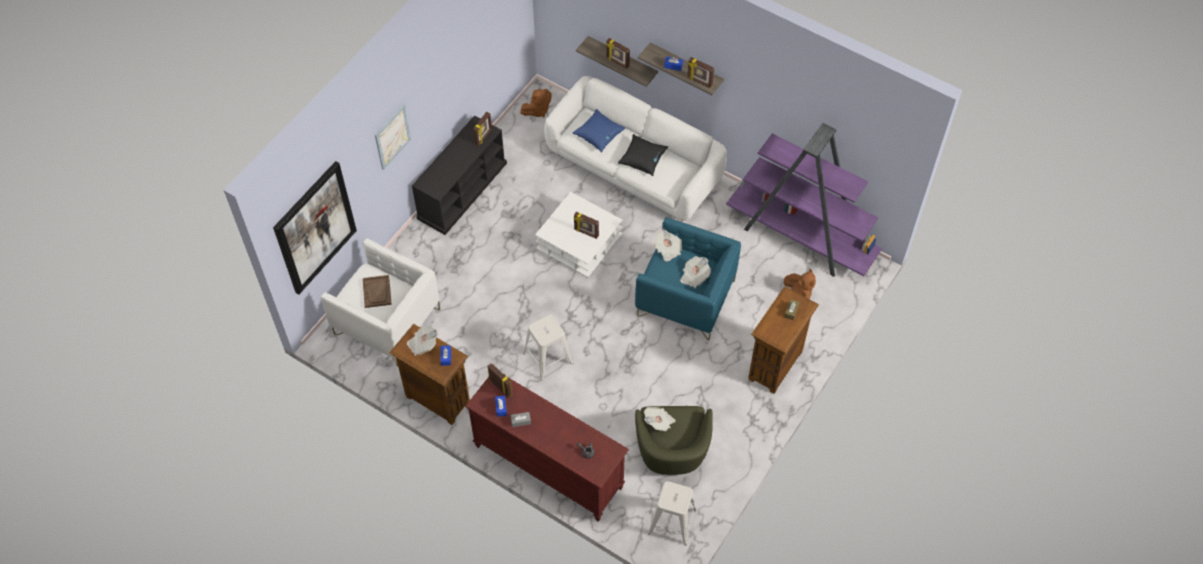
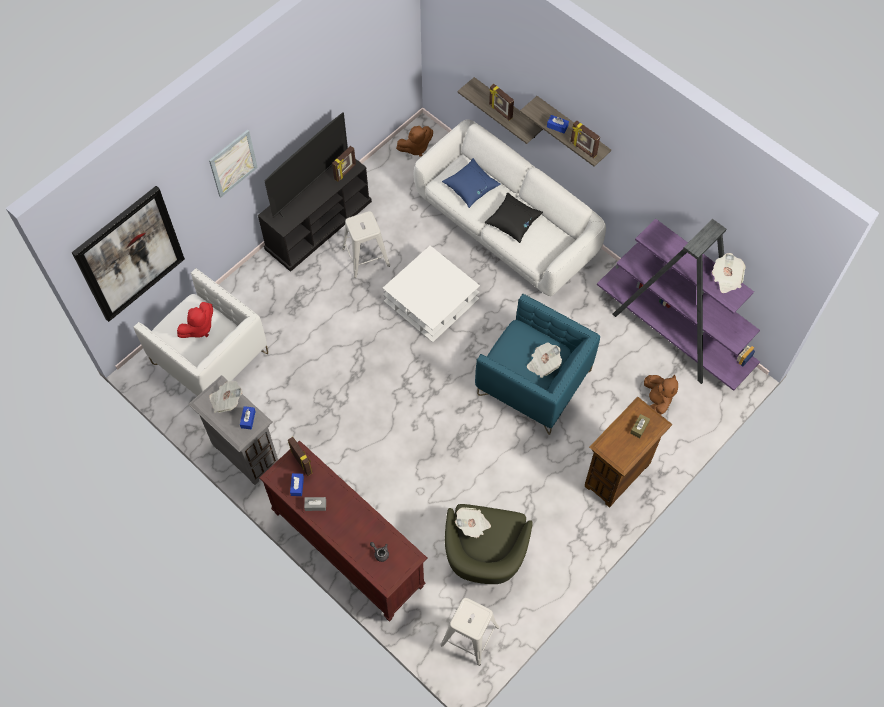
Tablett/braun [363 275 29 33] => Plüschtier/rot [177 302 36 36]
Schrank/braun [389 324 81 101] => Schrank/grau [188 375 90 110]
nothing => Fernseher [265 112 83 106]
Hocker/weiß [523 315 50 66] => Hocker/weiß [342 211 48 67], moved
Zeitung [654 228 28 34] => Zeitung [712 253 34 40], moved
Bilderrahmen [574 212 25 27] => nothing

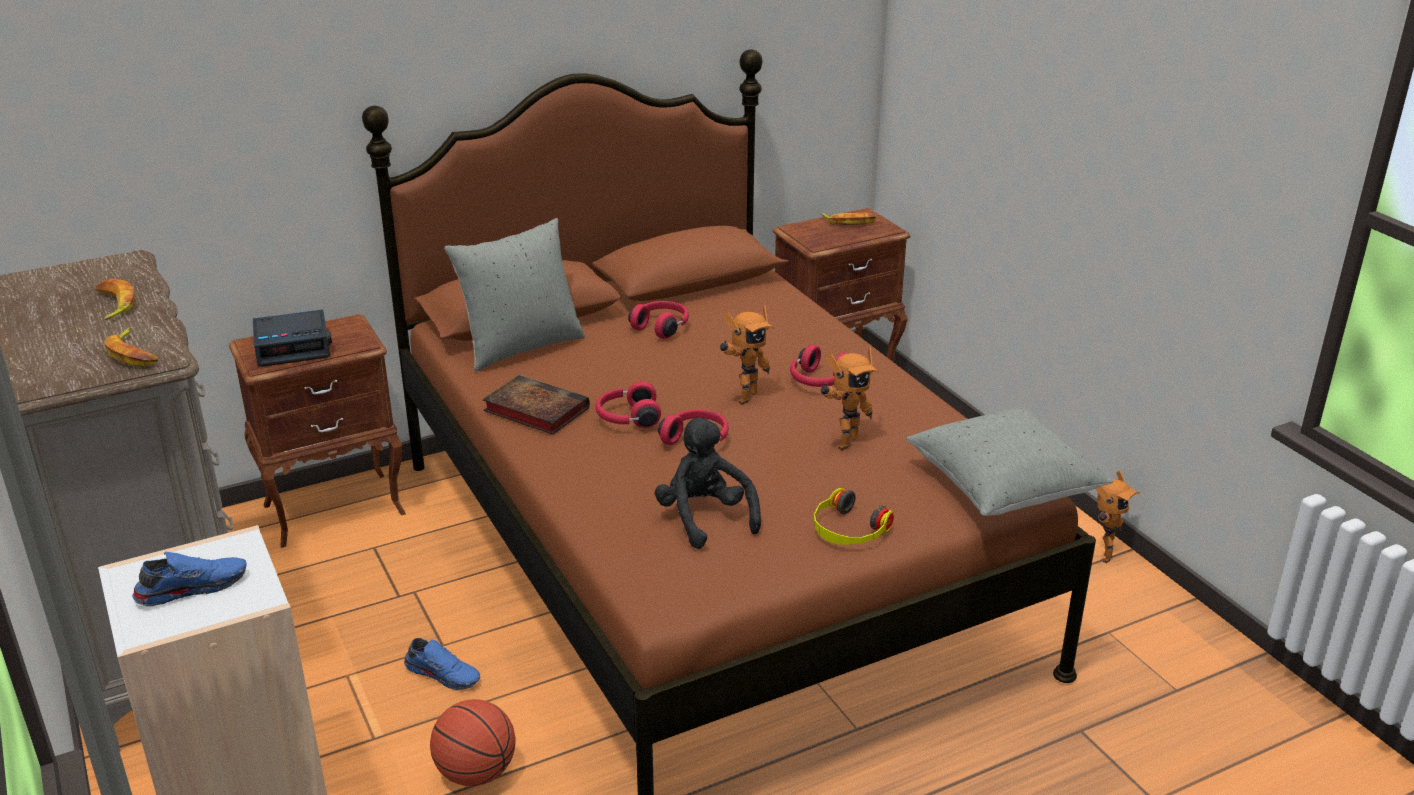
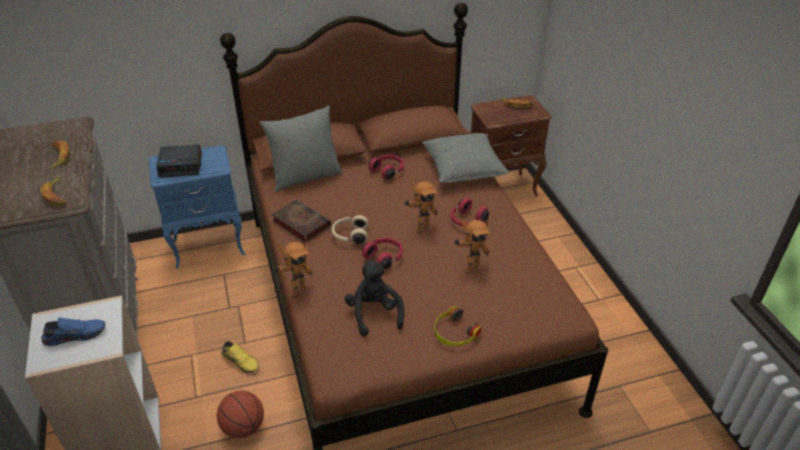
Nachttisch/braun [229 314 177 234] => Nachttisch/blau [149 146 96 123]
Schuh/blau [404 638 76 52] => Schuh/gelb [221 341 38 32]
Spielzeugroboter [1095 471 44 92] => Spielzeugroboter [274 236 39 62], moved
Kopfhörer/rot [596 381 65 47] => Kopfhörer/beige [332 215 37 29]
Kissen/grau [906 408 207 108] => Kissen/grau [422 133 87 50], moved

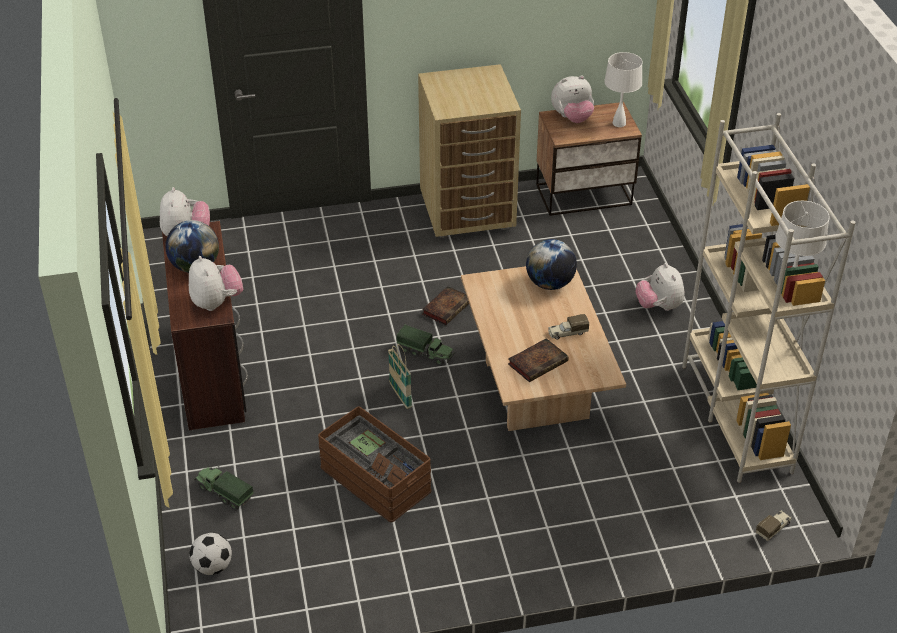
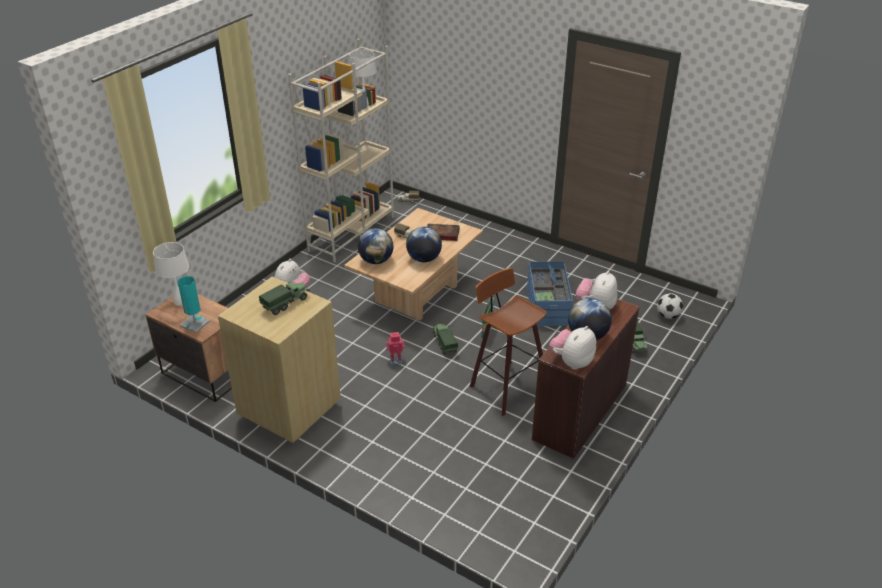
Plüschtier [551 75 43 48] => Tischlampe/türkis [178 276 32 57]
nothing => Spielzeuglaster [259 282 51 33]
Buch [422 286 47 39] => Spielzeugroboter [386 332 19 33]
nothing => Globus [406 227 36 35]
nothing => Hocker [470 268 77 148]
Aufbewahrungsbox/braun [318 406 114 116] => Aufbewahrungsbox/blau [527 261 46 65]

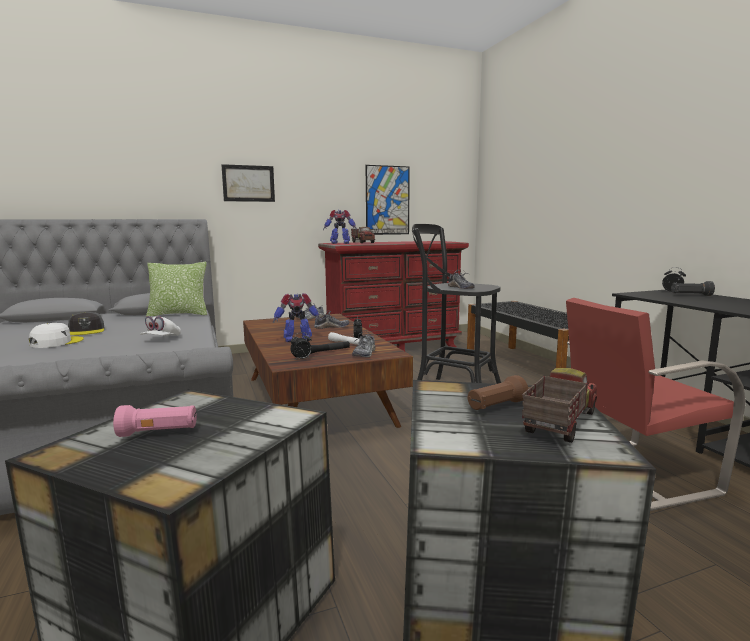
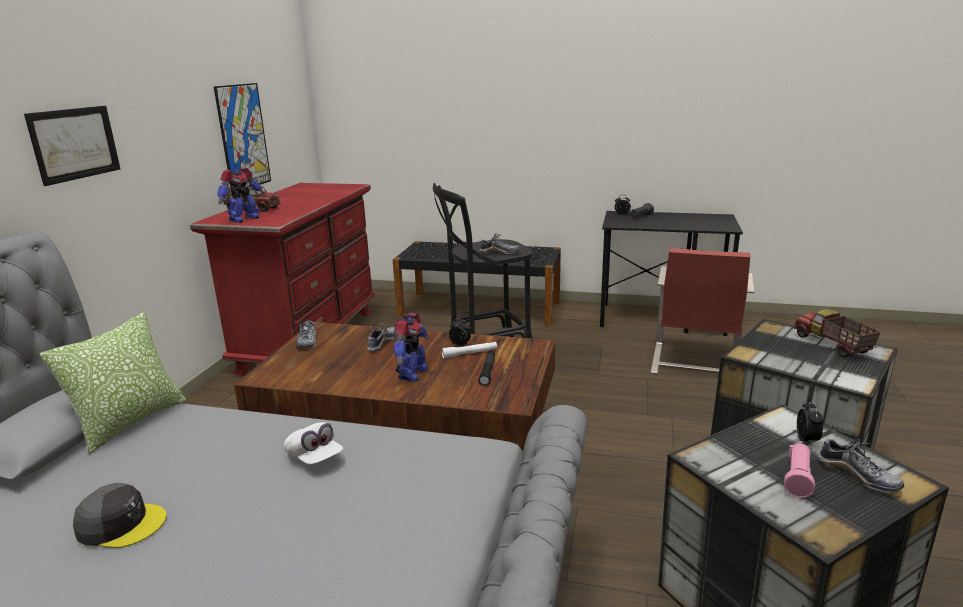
Wecker [290 332 22 29] => Wecker [797 400 26 47], moved
Schuh [352 332 23 25] => Schuh [818 436 86 57], moved
Kappe/weiß [29 323 55 25] => nothing
Taschenlampe/braun [467 375 61 35] => nothing

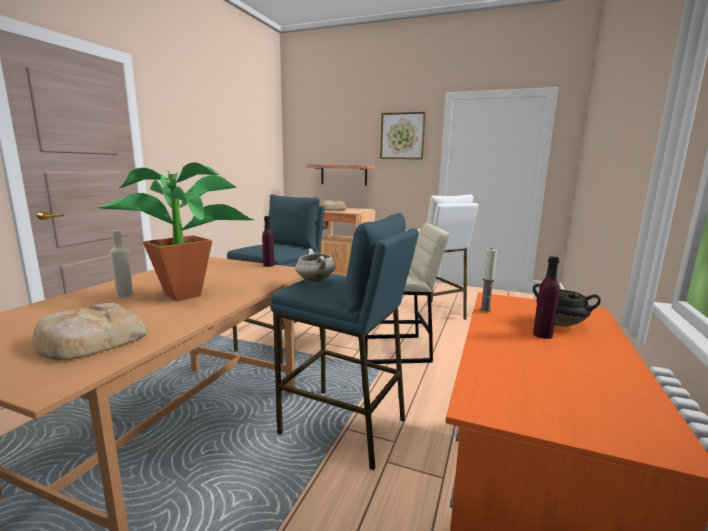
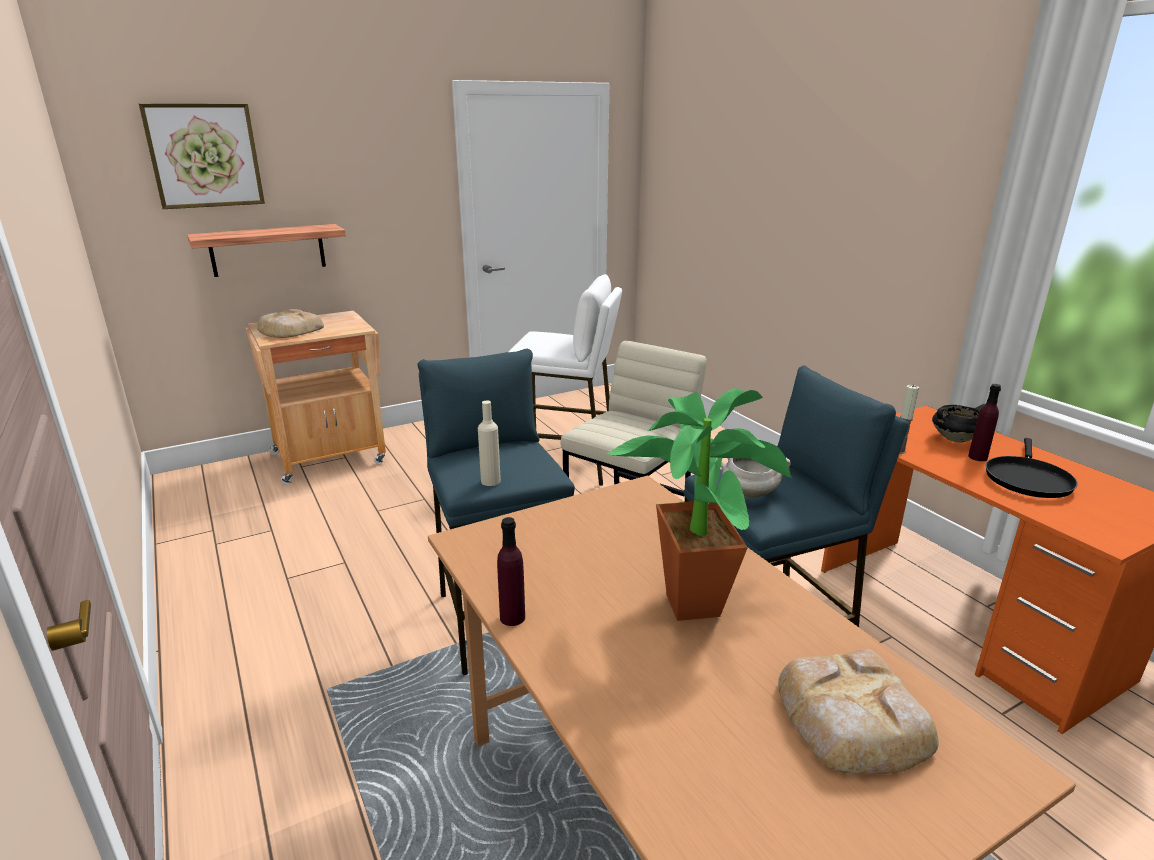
Bild [380 112 46 47] => Bild [139 103 126 106], moved
Flasche/beige [110 230 23 67] => Flasche/beige [478 400 23 86], moved
Flasche/lila [262 216 12 51] => Flasche/lila [497 517 28 109], moved
nothing => Pfanne/schwarz [986 438 92 60]

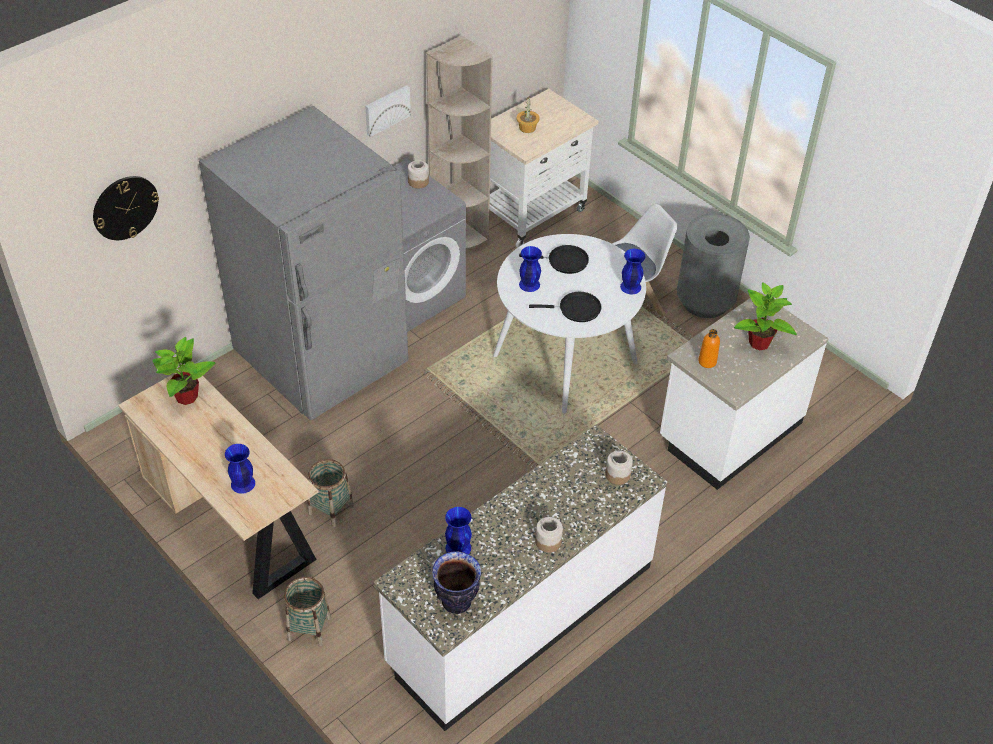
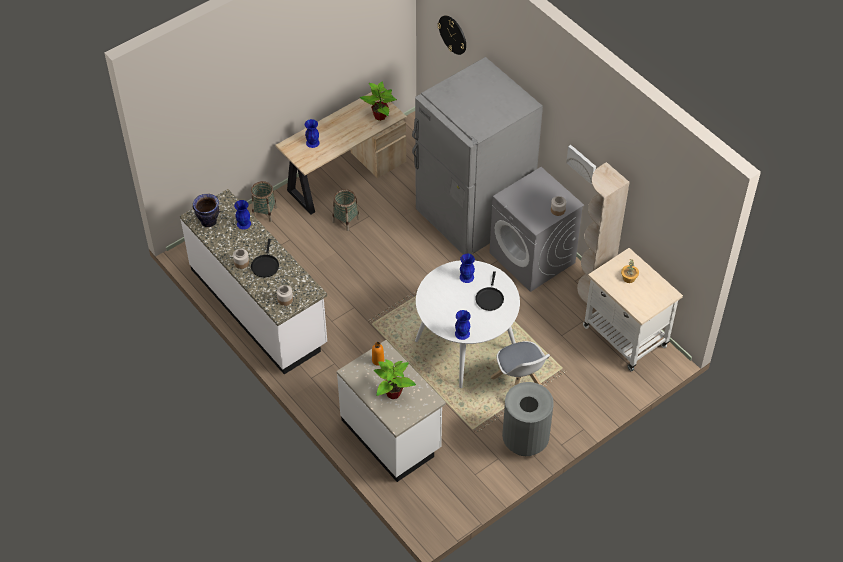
Pfanne/schwarz [529 292 72 30] => Pfanne/schwarz [251 239 28 39], moved

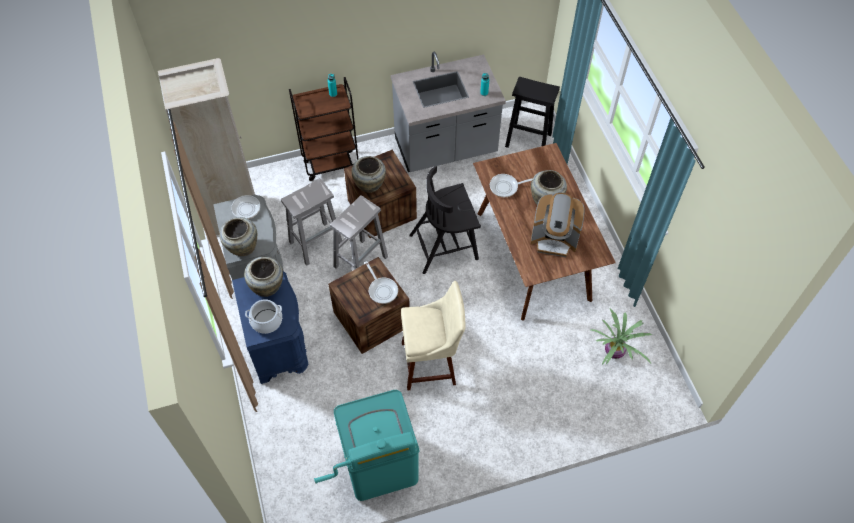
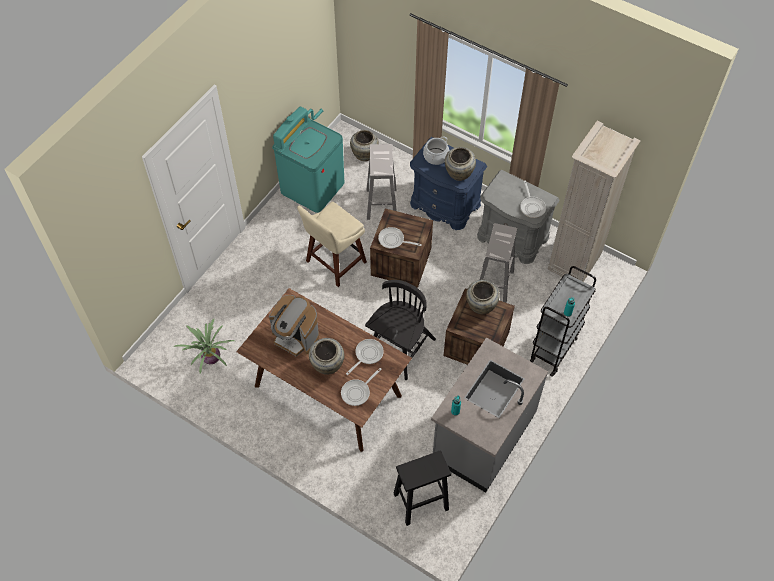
Kaffeemaschine [530 193 55 64] => Kaffeemaschine [269 295 50 62], 120 degrees counterclockwise
nothing => Pfanne [341 368 41 38]
Vase/beige [220 217 37 39] => Vase/beige [350 130 28 31], moved
Hocker/weiß [330 195 58 75] => Hocker/weiß [367 144 30 76], moved
Rollwagen/braun [289 77 69 104] => Rollwagen/grau [530 266 66 111]

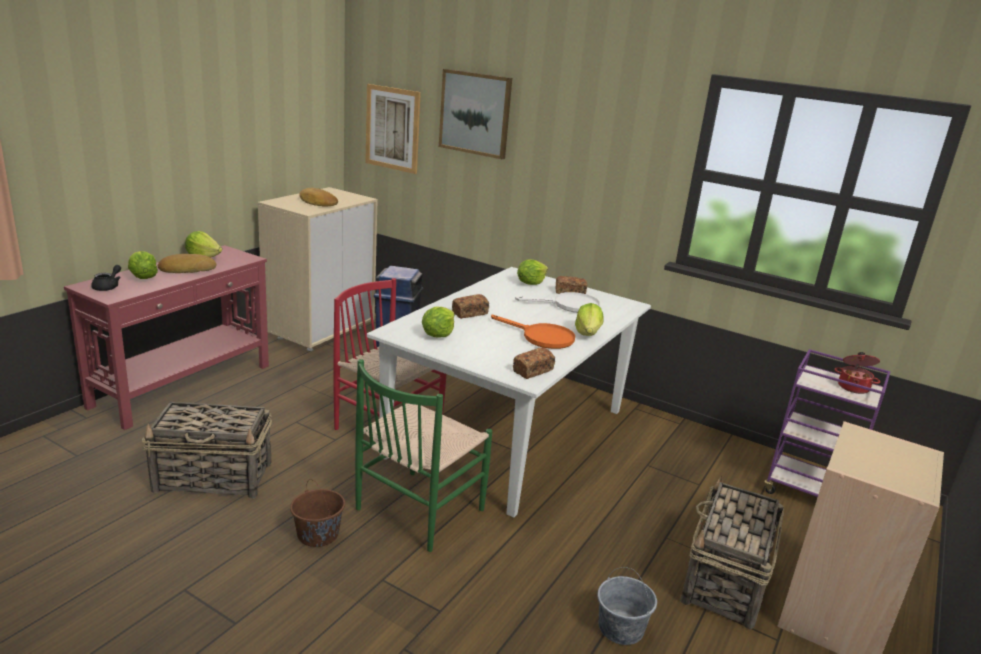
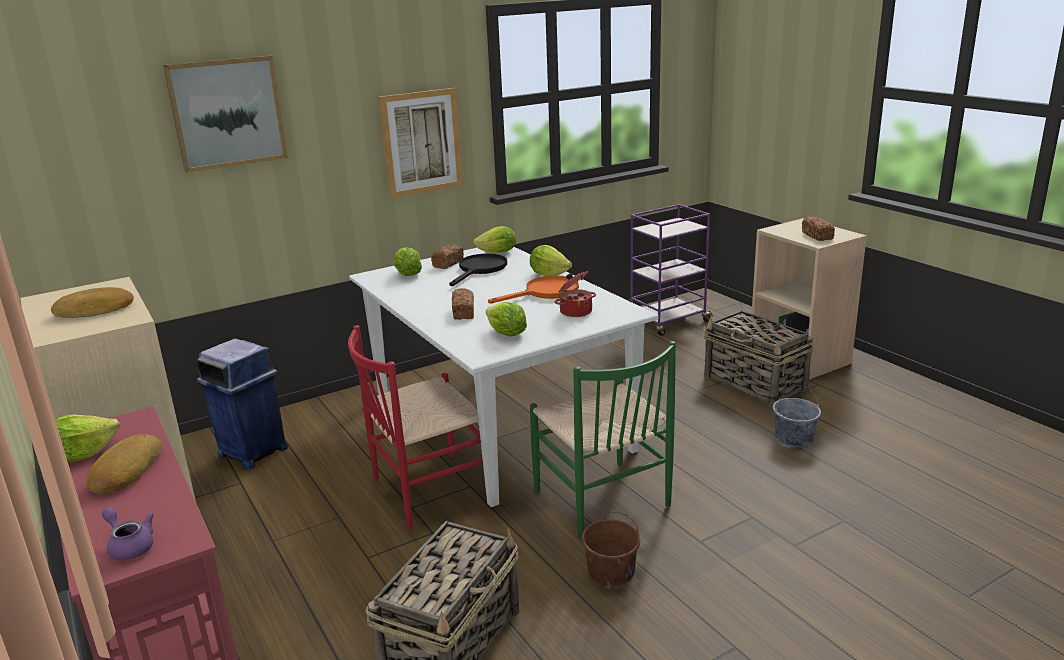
Teekanne/schwarz [91 265 30 26] => Teekanne/lila [102 507 52 54]
Bild [366 84 55 90] => Bild [379 88 84 110], moved
Pfanne/weiß [515 292 85 21] => Pfanne/schwarz [449 254 58 32]
Salatkopf [128 251 30 28] => Salatkopf [473 226 43 27], moved
Kochtopf [834 352 46 42] => Kochtopf [555 271 41 46], moved
Brot [513 347 42 32] => Brot [802 216 33 25], moved

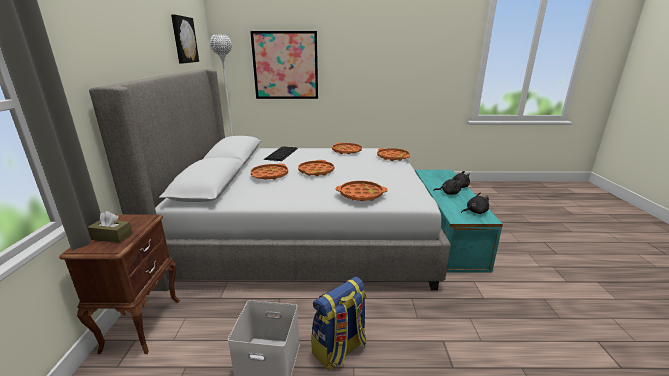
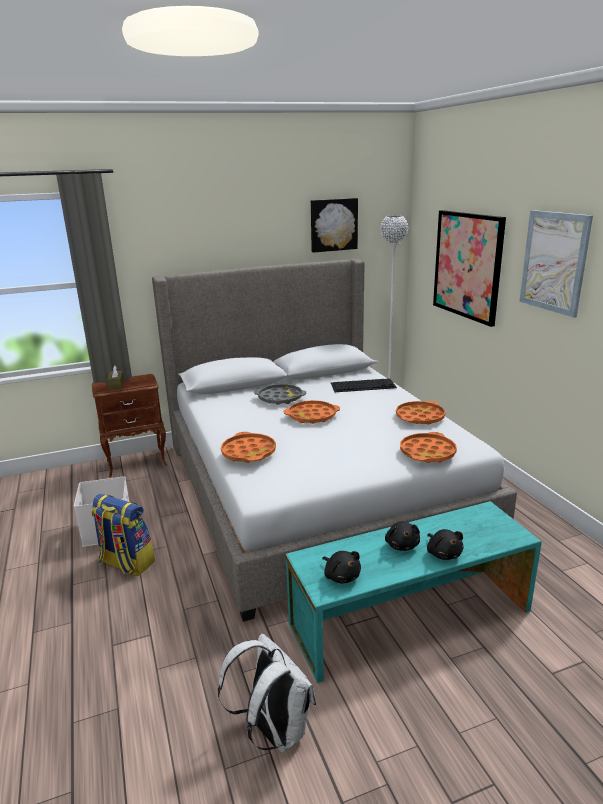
nothing => Rucksack/weiß [218 633 98 119]
Tablett/orange [251 164 37 16] => Tablett/grau [254 384 52 21]
nothing => Bild [519 210 74 108]

